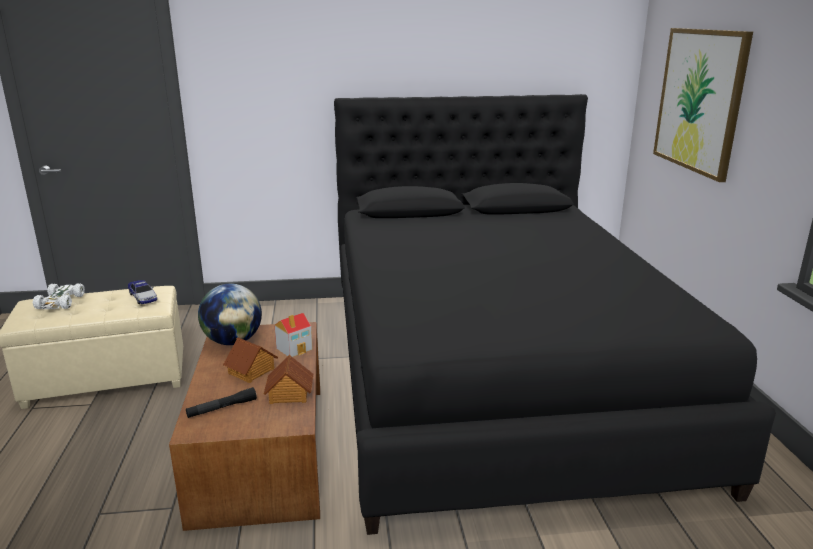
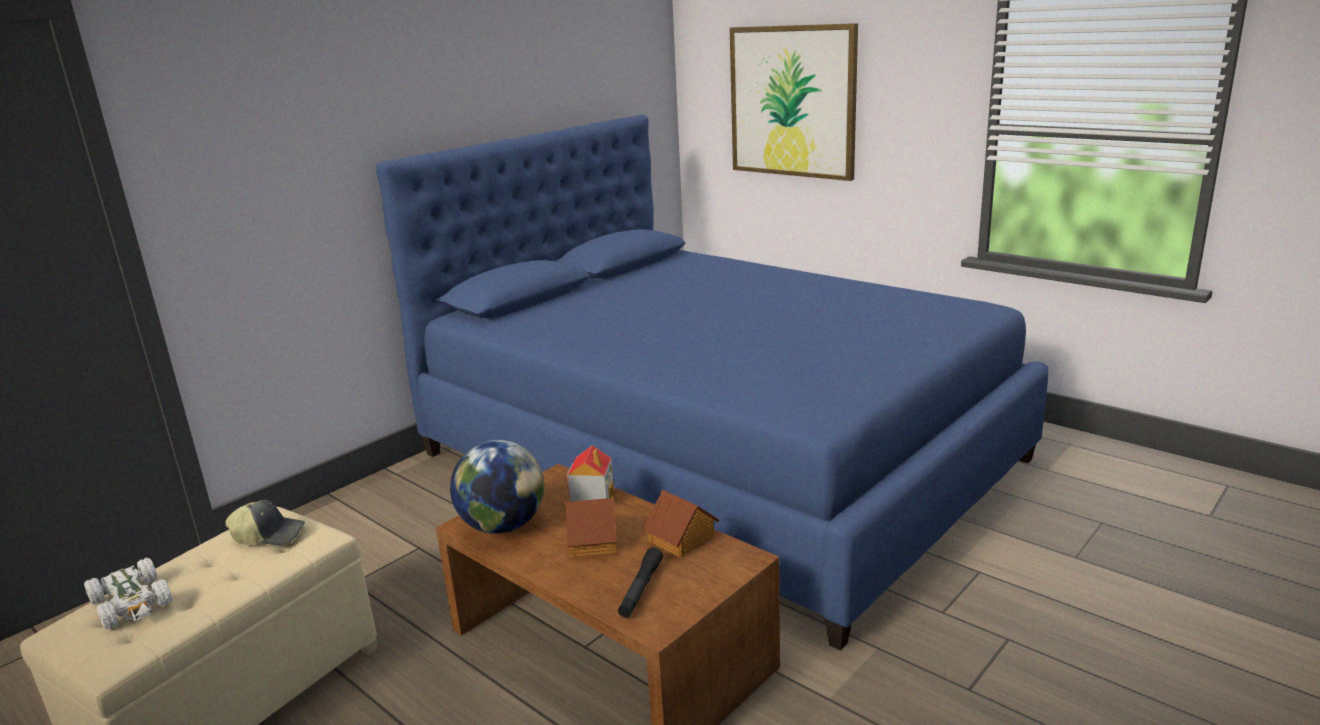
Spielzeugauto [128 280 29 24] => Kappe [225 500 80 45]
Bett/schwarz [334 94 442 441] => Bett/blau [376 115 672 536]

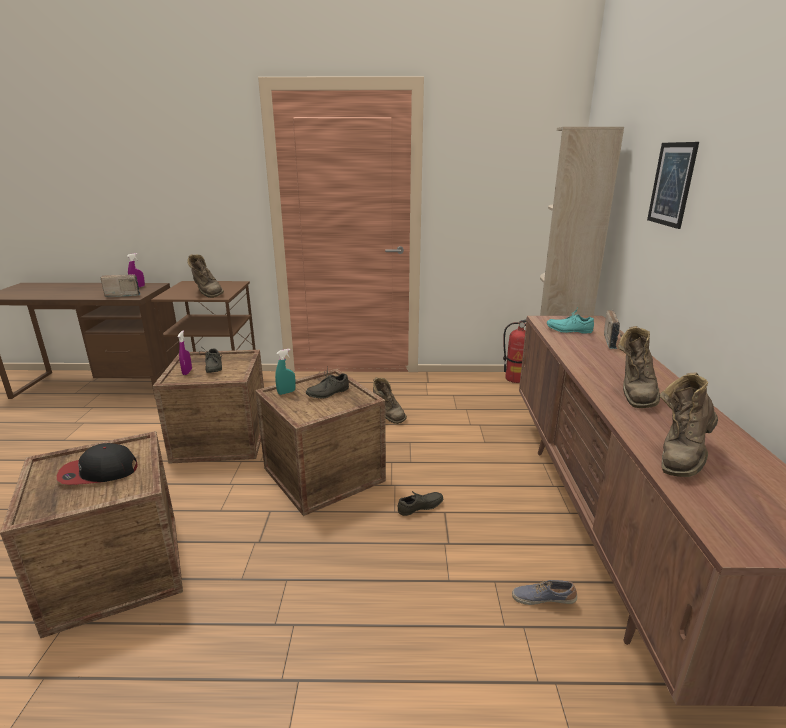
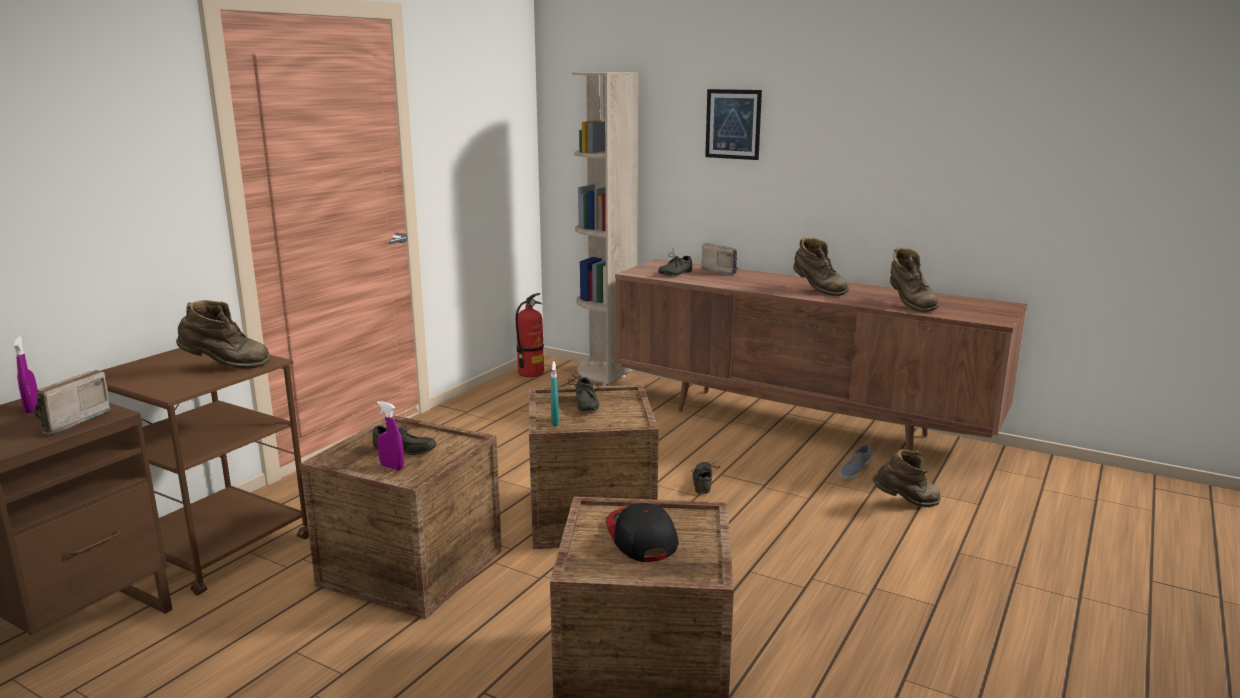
Kappe [57 443 81 42] => Kappe [606 503 73 59], 150 degrees clockwise
Schuh/türkis [547 306 47 28] => Schuh/grau [658 248 34 28]
Stiefel/braun [373 377 34 47] => Stiefel/braun [873 449 68 58], moved

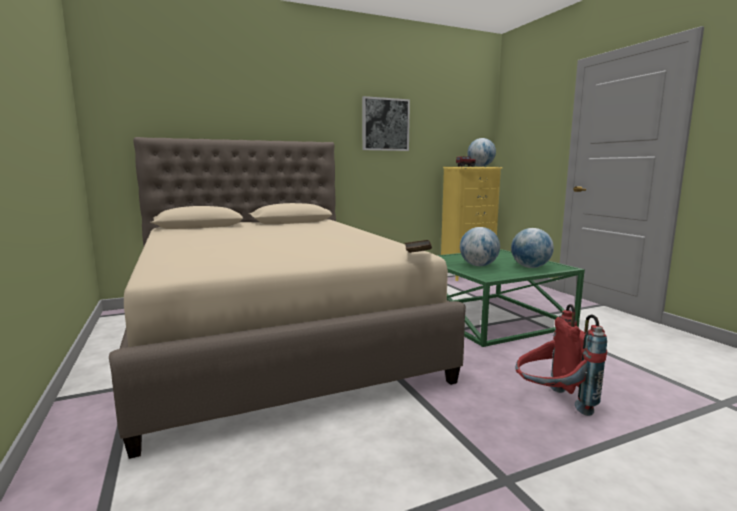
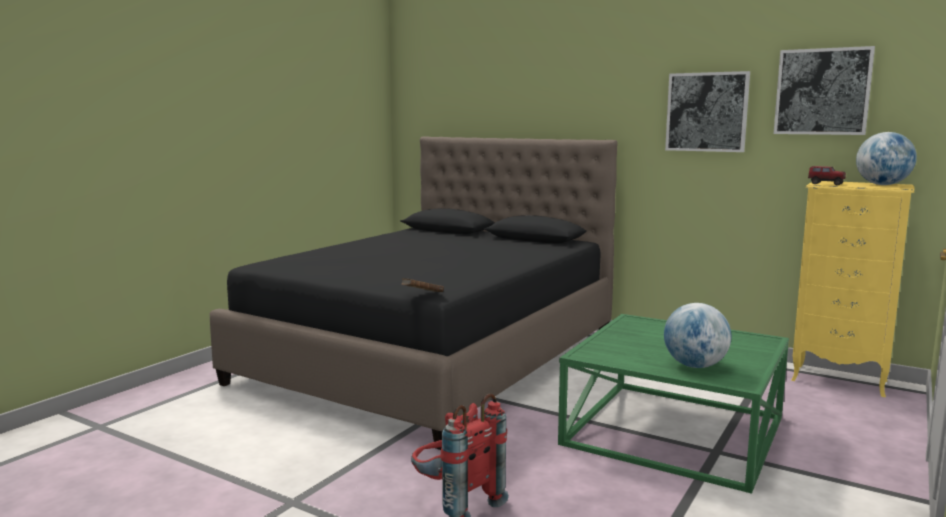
Bett/beige [109 137 357 322] => Bett/schwarz [210 136 408 314]
nothing => Bild [773 46 102 89]
Globus [460 227 40 39] => nothing

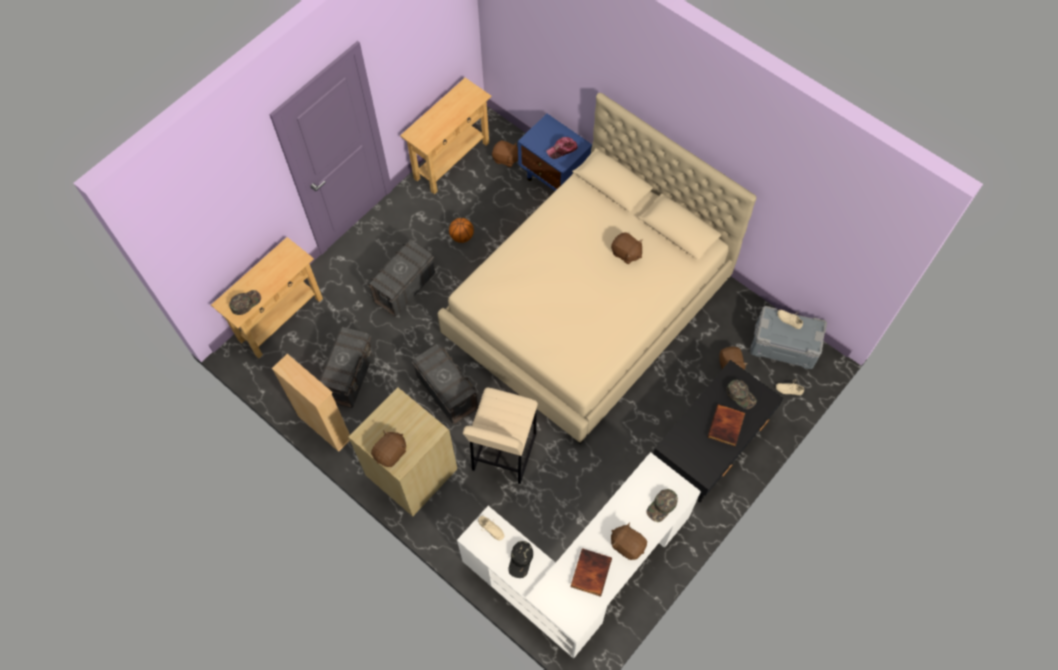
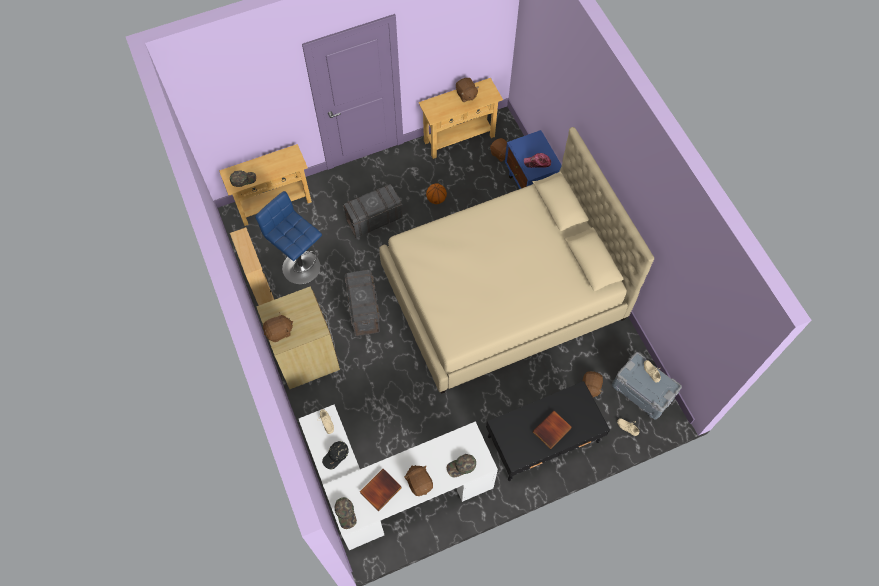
Aufbewahrungsbox/grau [319 327 56 81] => Hocker/blau [255 191 67 93]
Kappe/grün [726 380 31 29] => Kappe/grün [334 497 23 32], moved
Plüschtier/braun [611 232 32 32] => Plüschtier/braun [456 78 23 24], moved
Hocker/beige [463 388 75 96] => nothing

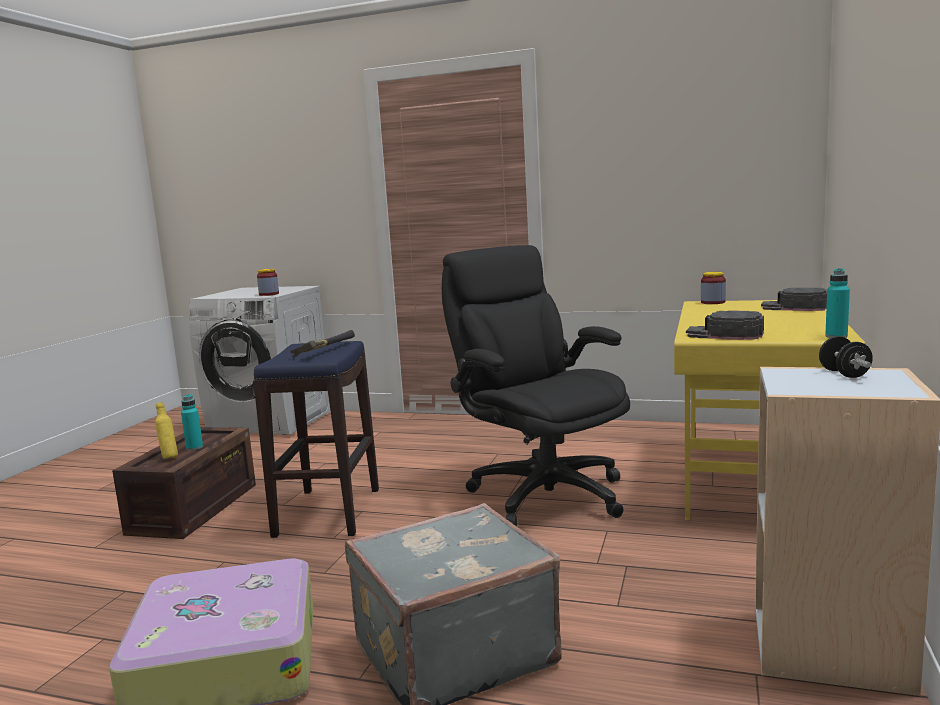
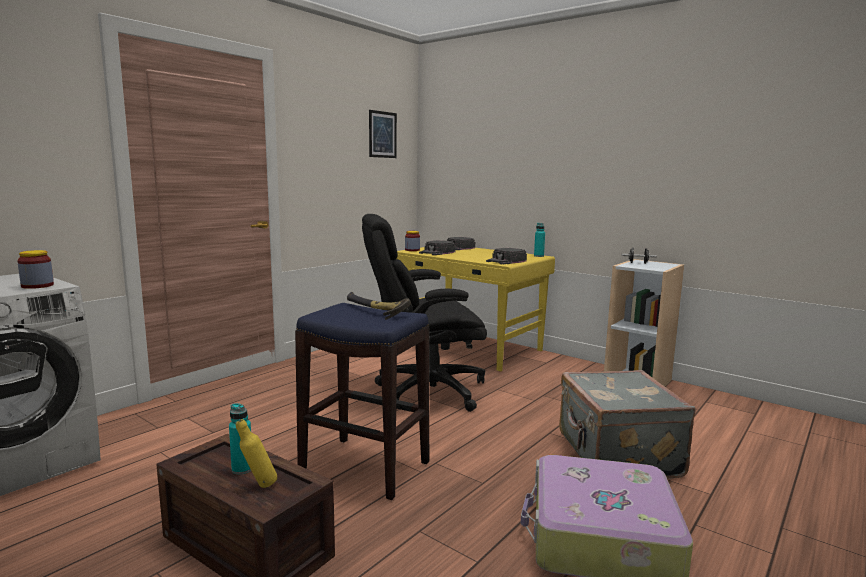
nothing => Bild [369 110 28 48]
nothing => Kappe/schwarz [419 240 37 15]

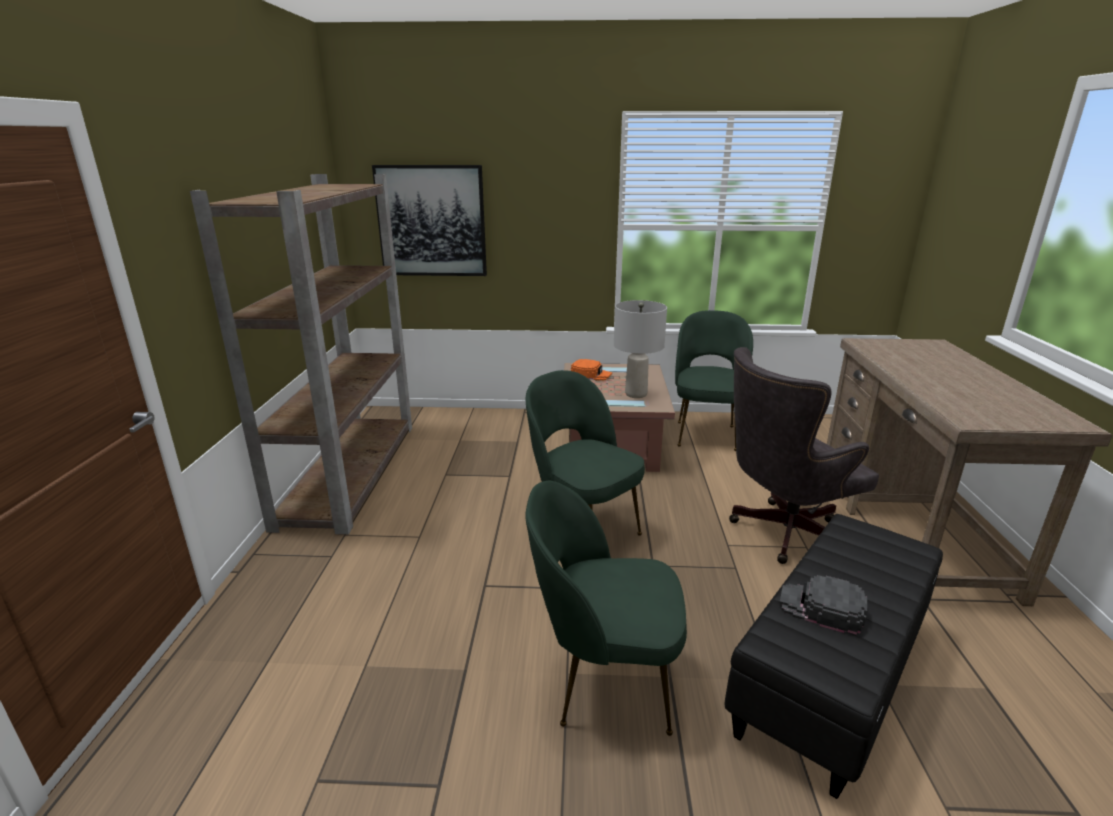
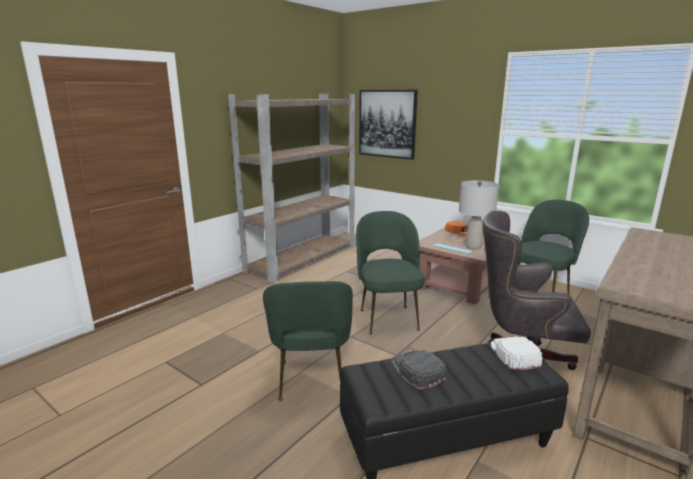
Stuhl/grün [525 481 162 255] => Stuhl/grün [263 281 90 120], 135 degrees counterclockwise
nothing => Kappe/weiß [490 336 53 34]

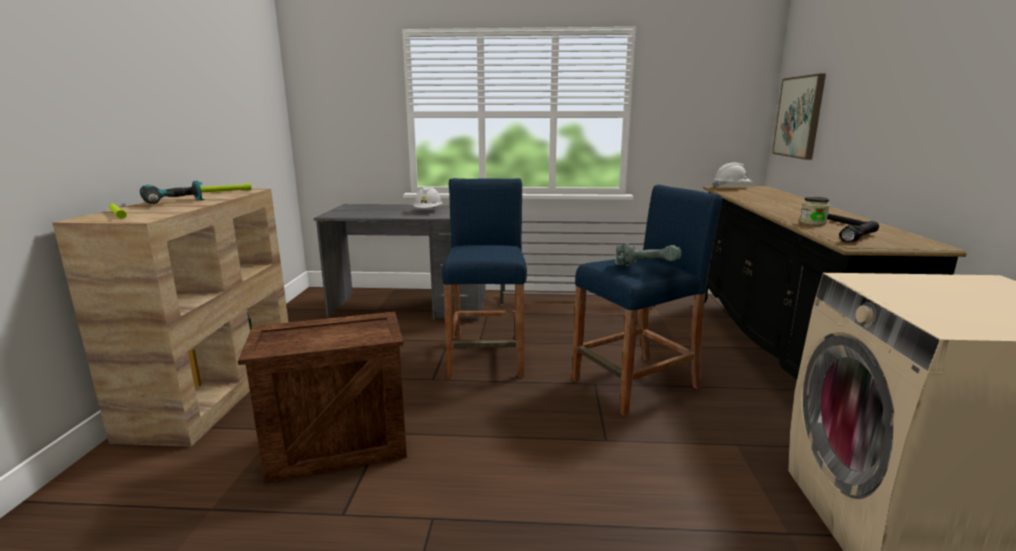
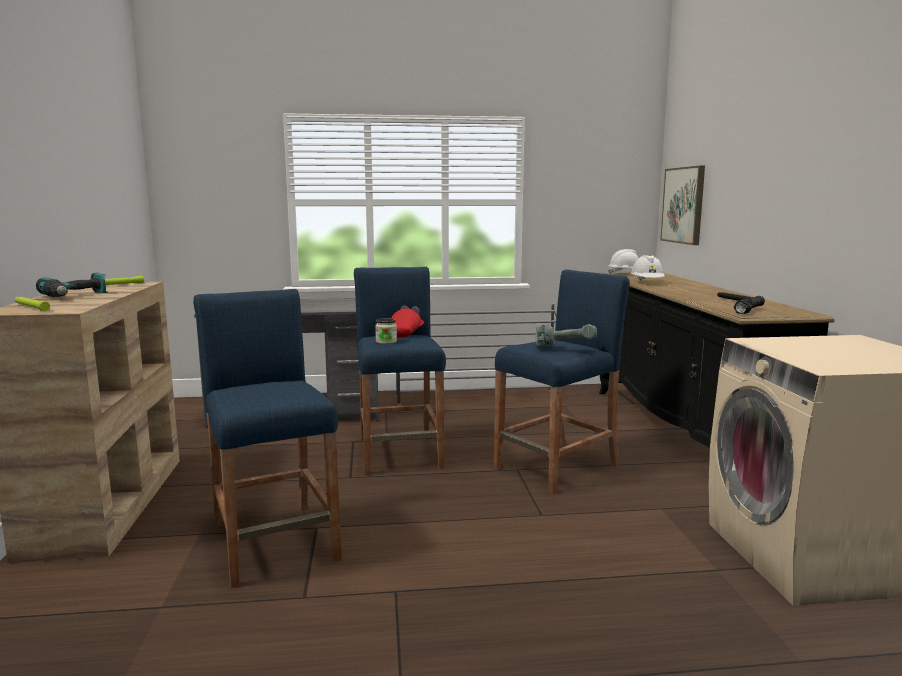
Kiste [238 312 169 171] => Hocker/blau [193 289 149 299]
Vorratsglas [800 197 30 28] => Vorratsglas [375 318 22 26], moved
nothing => Kappe/rot [392 306 32 31]
Schutzhelm/weiß [413 187 29 22] => Schutzhelm/weiß [631 255 34 25], moved

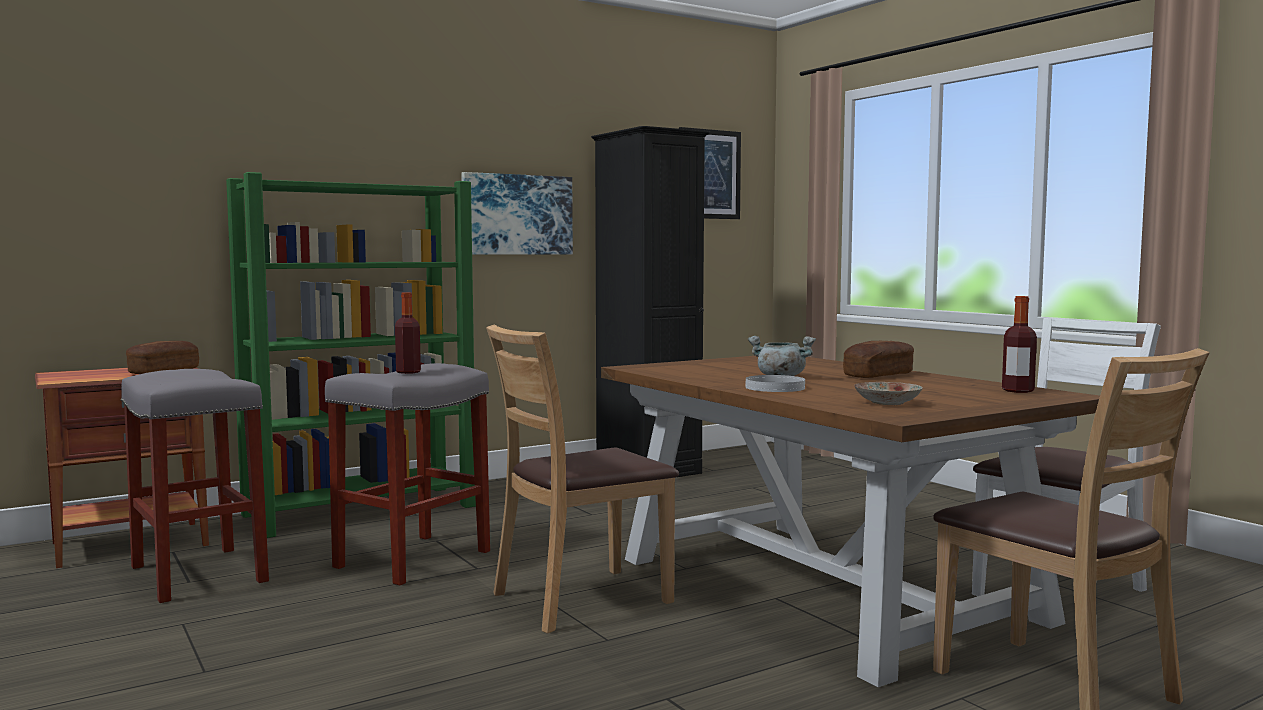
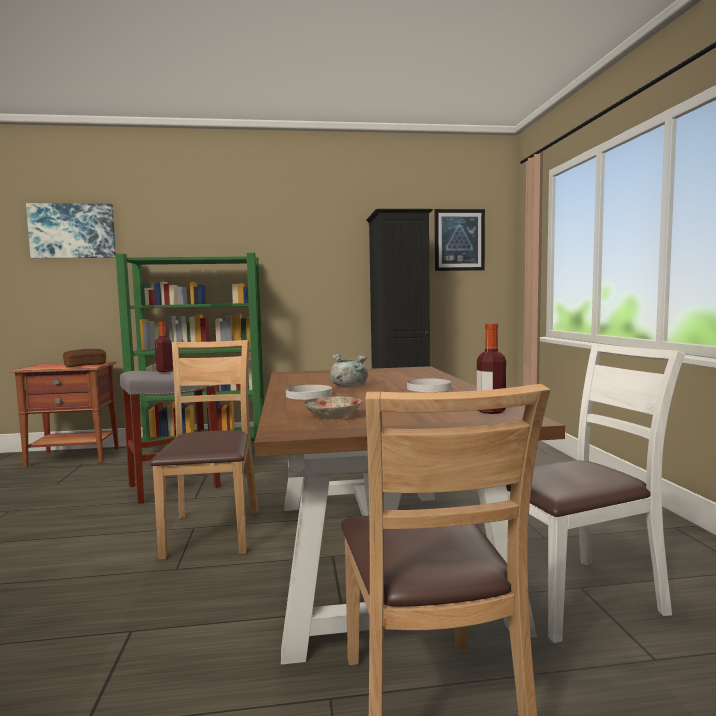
Bild [462 172 111 83] => Bild [26 203 90 55], moved
Stuhl/braun [486 325 193 309] => Stuhl/braun [150 340 108 220], 90 degrees clockwise
Brot [843 341 71 37] => Teller/weiß [407 378 44 14]
Hocker/grau [121 369 148 234] => nothing

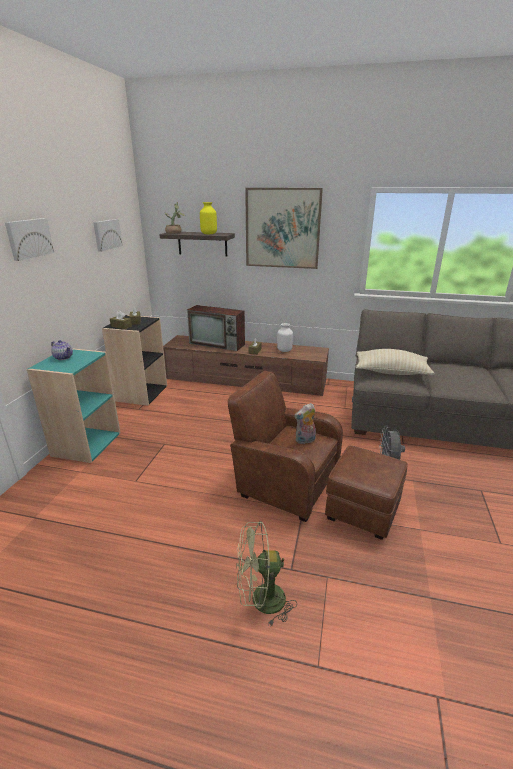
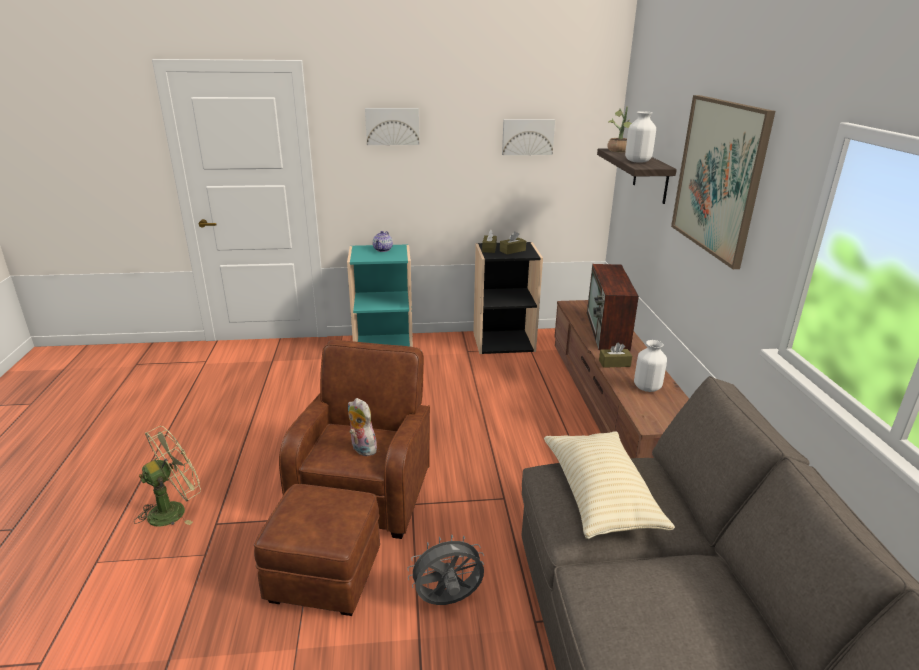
Ventilator/grün [236 521 61 106] => Ventilator/grün [134 426 67 100], 75 degrees clockwise
Vase/gelb [200 202 17 32] => Vase/weiß [625 111 31 52]

